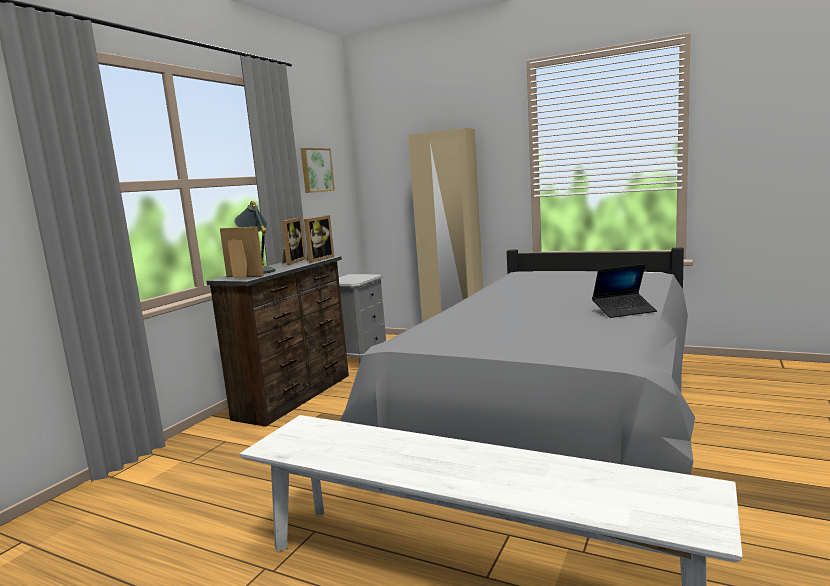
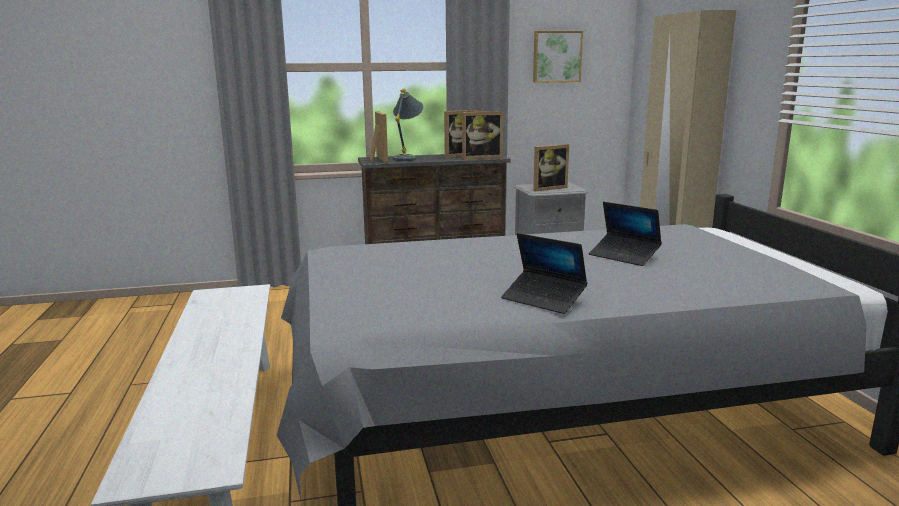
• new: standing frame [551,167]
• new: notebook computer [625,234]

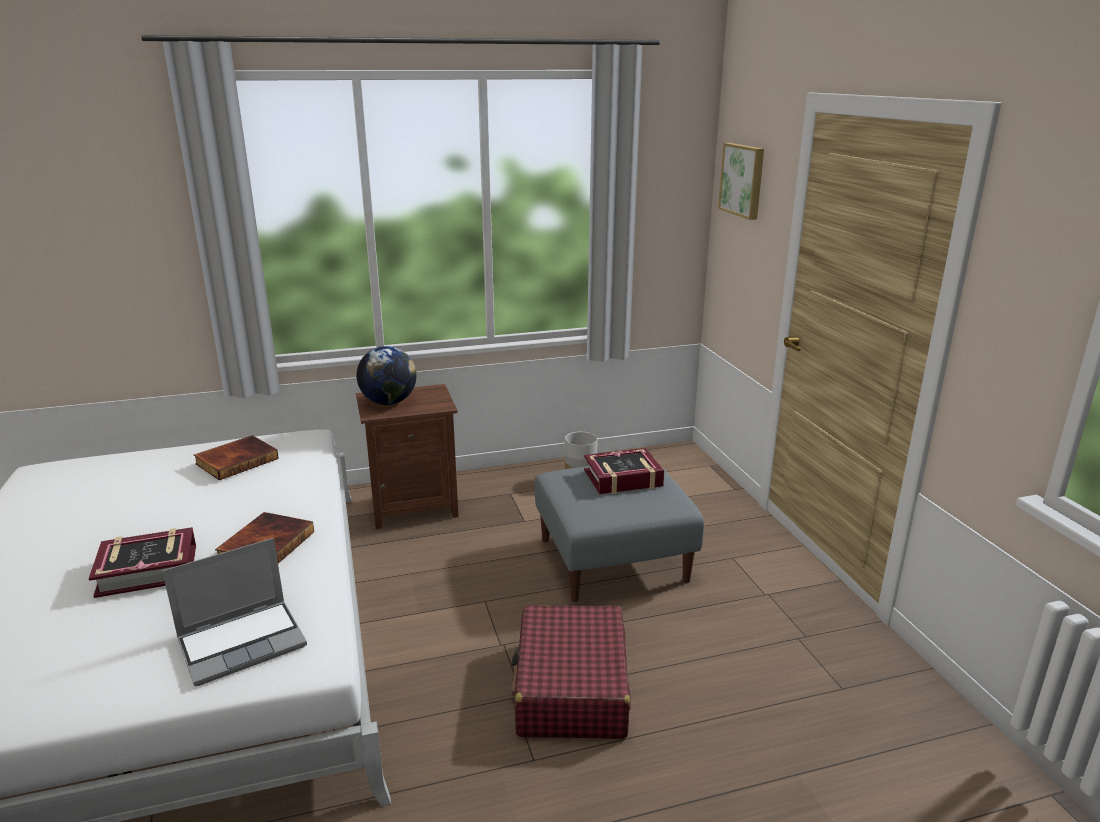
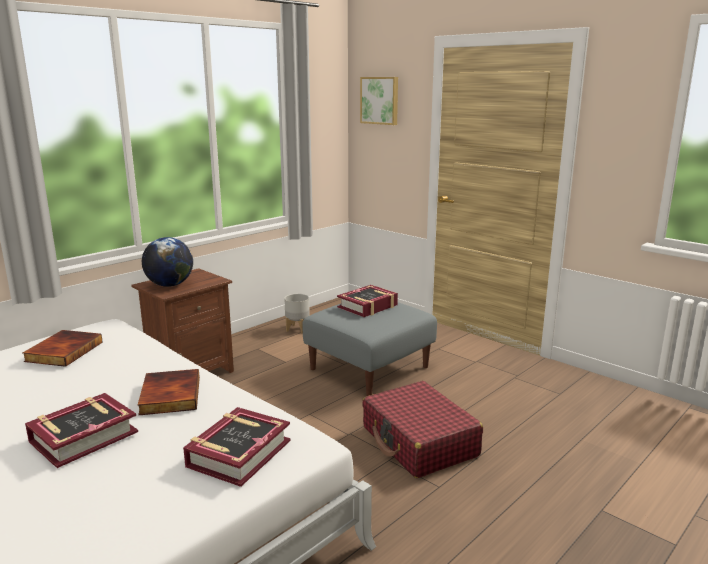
• swapped: notebook computer [234,612] to bound book [237,447]

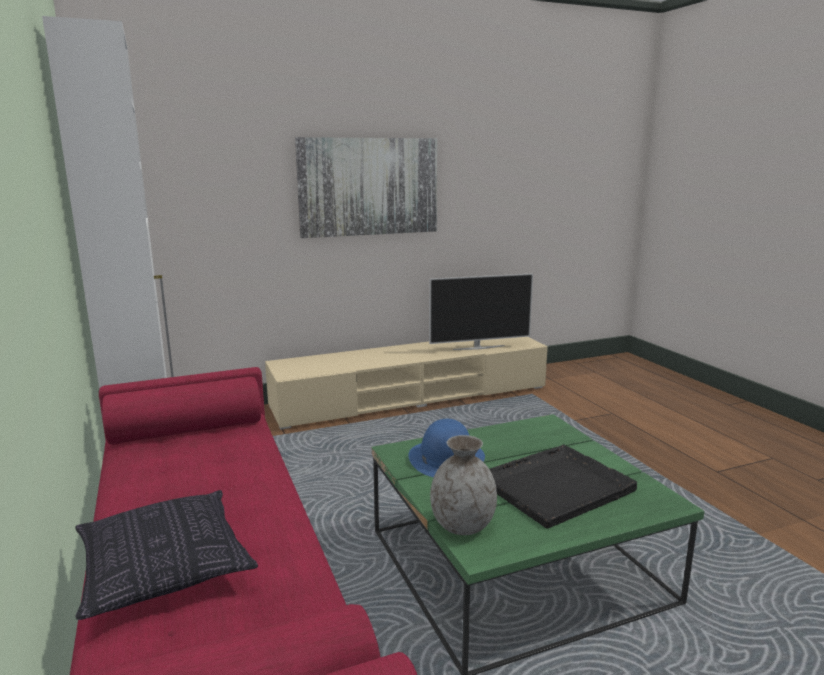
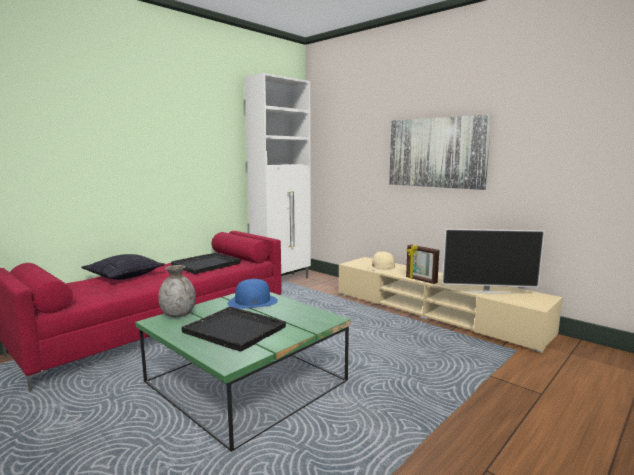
• rotated: TV [481,311] = [493,261] 45 degrees counterclockwise
• new: standing frame [422,264]
• new: beige wearable hat [383,262]
• new: blackish serving tray [206,263]

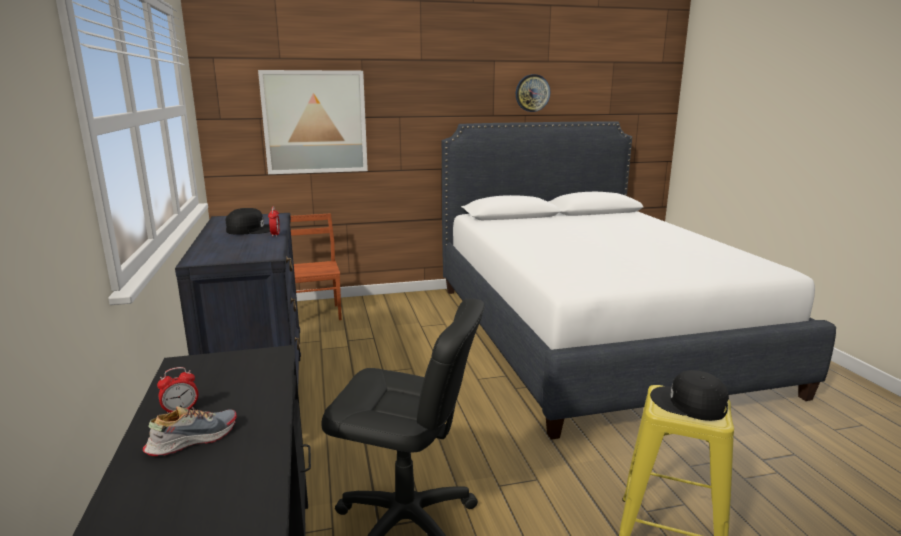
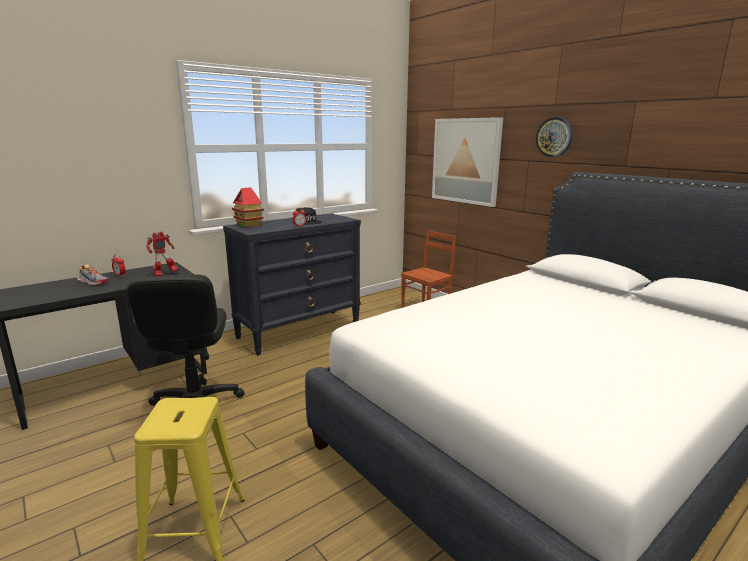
• shifted: clock on the wall [533,93] to [554,137]
• gone: blackish peaked cap [689,395]
• new: toy house [248,207]
• new: toy robot [162,253]

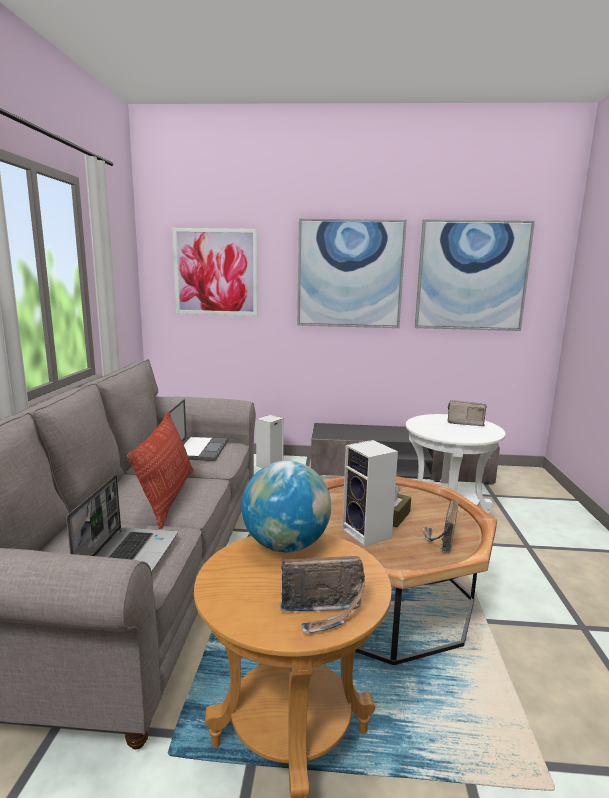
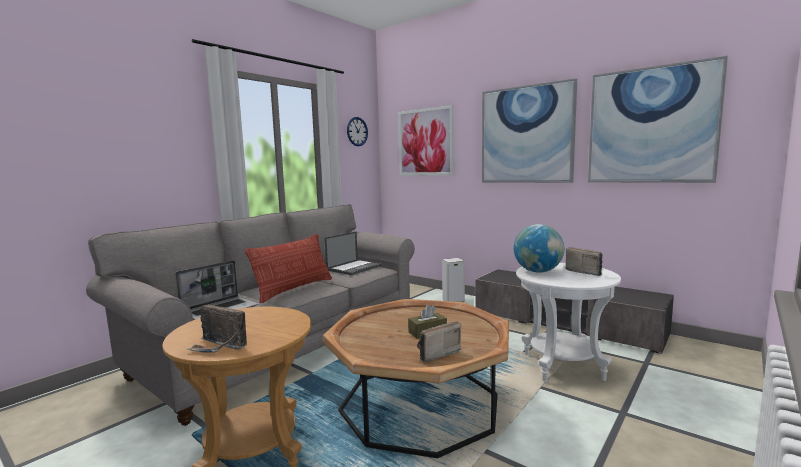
• gone: audio speaker [370,493]
• shifted: globe [286,506] to [539,248]
• new: clock on the wall [357,131]

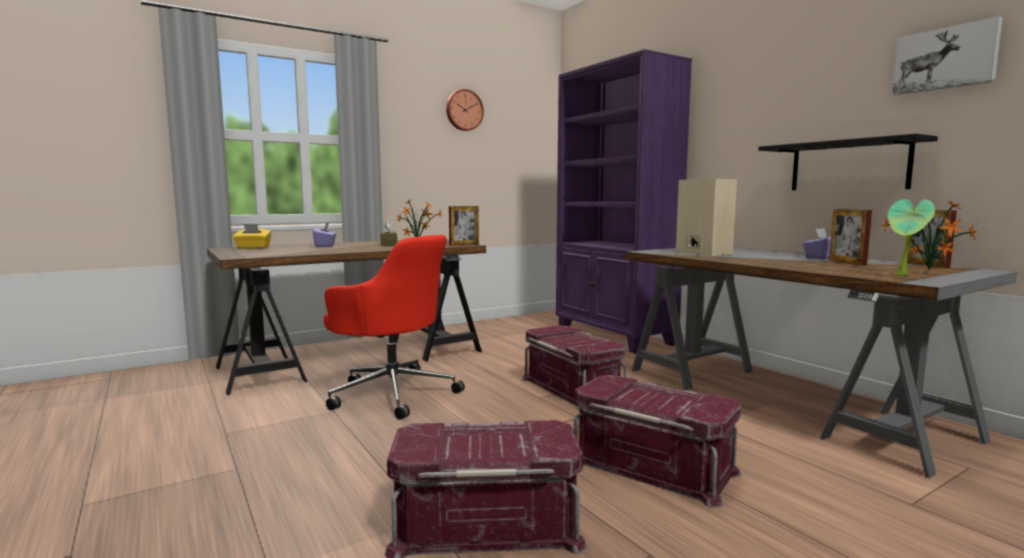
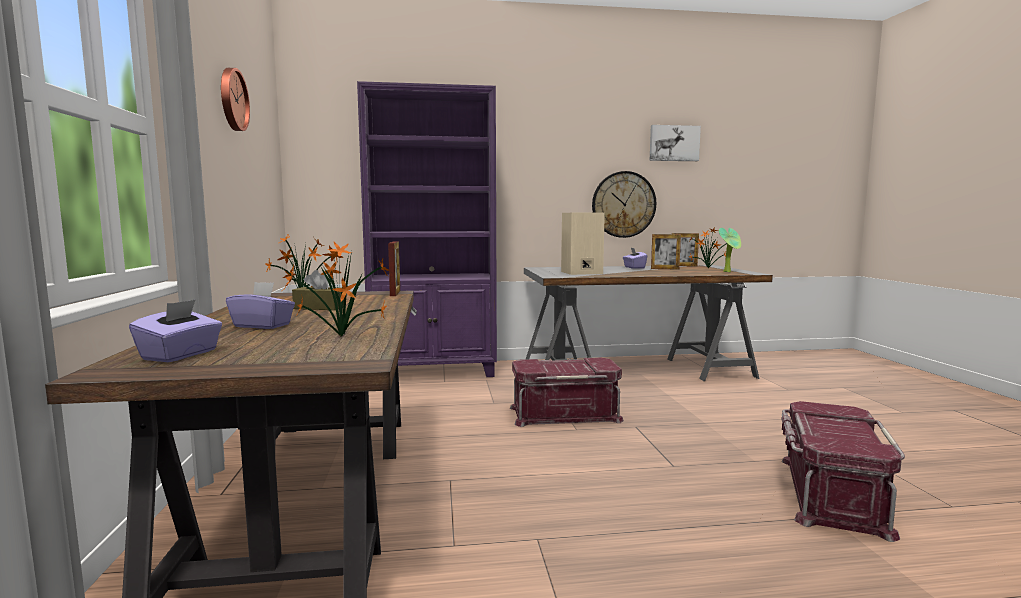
• swapped: blackish shelf [848,162] to clock on the wall [624,204]
• repainted: yellow-coloured box of tissues [252,236] to purple box of tissues [175,330]
• gone: red-coloured desk chair [394,327]
• gone: red-coloured storage box [658,441]
• new: plant in a pot [336,289]

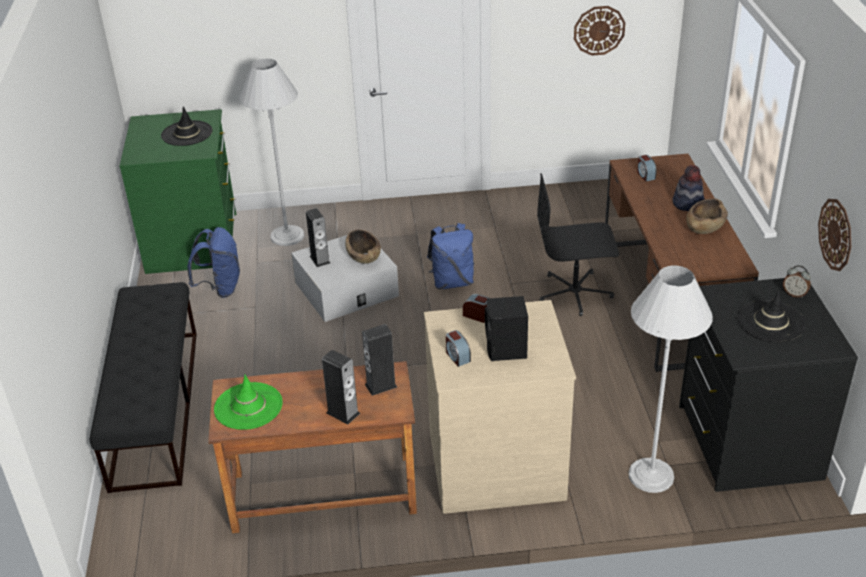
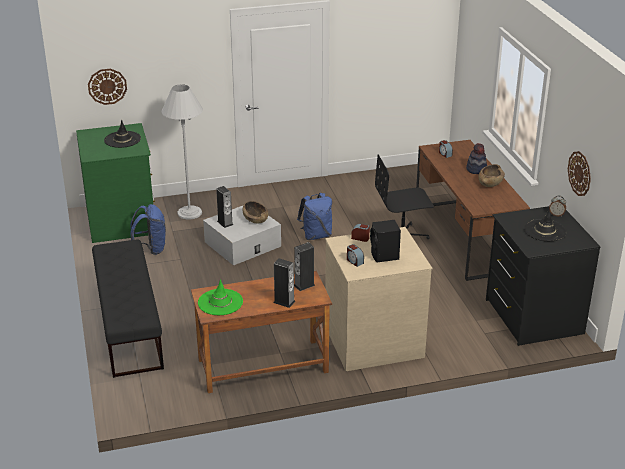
• shifted: clock on the wall [599,31] to [107,87]
• gone: white standard lamp [671,379]

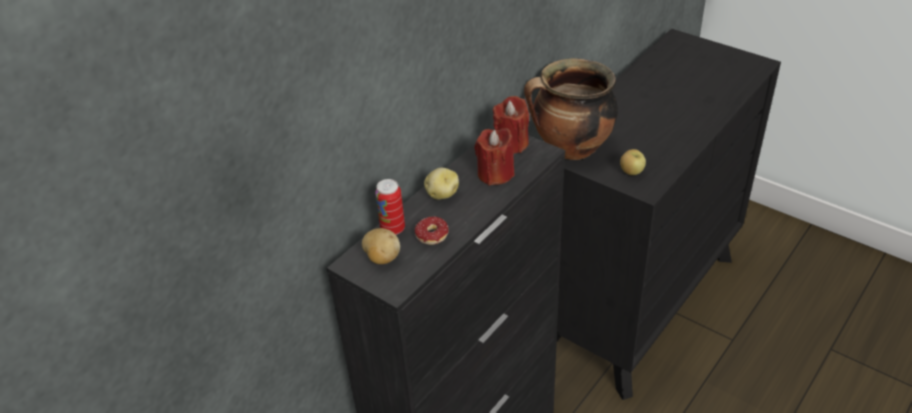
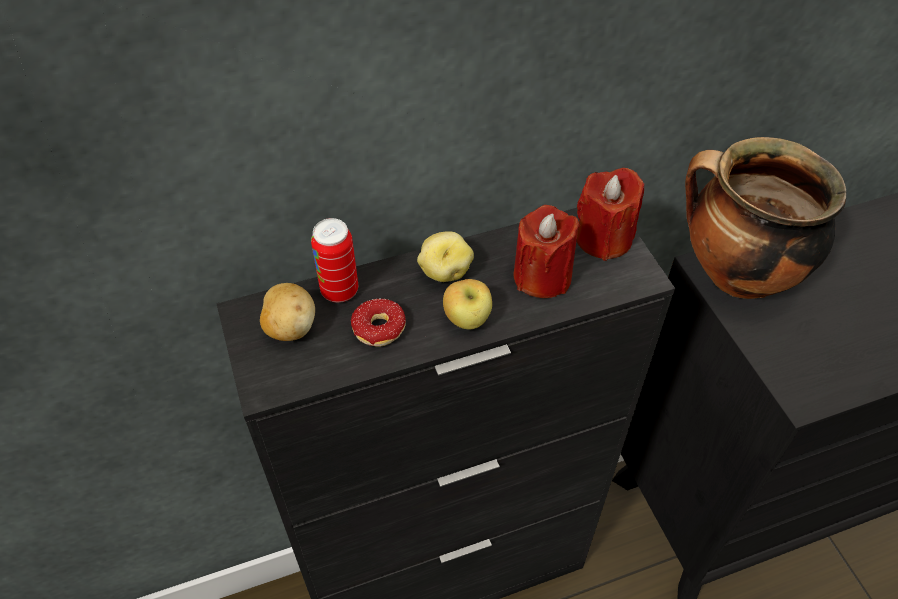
• shifted: apple [633,162] to [467,304]

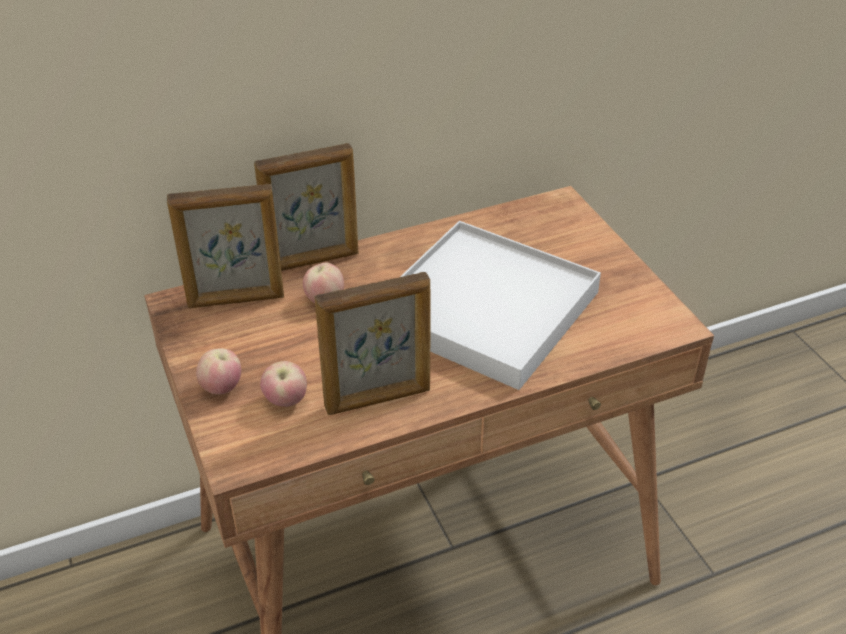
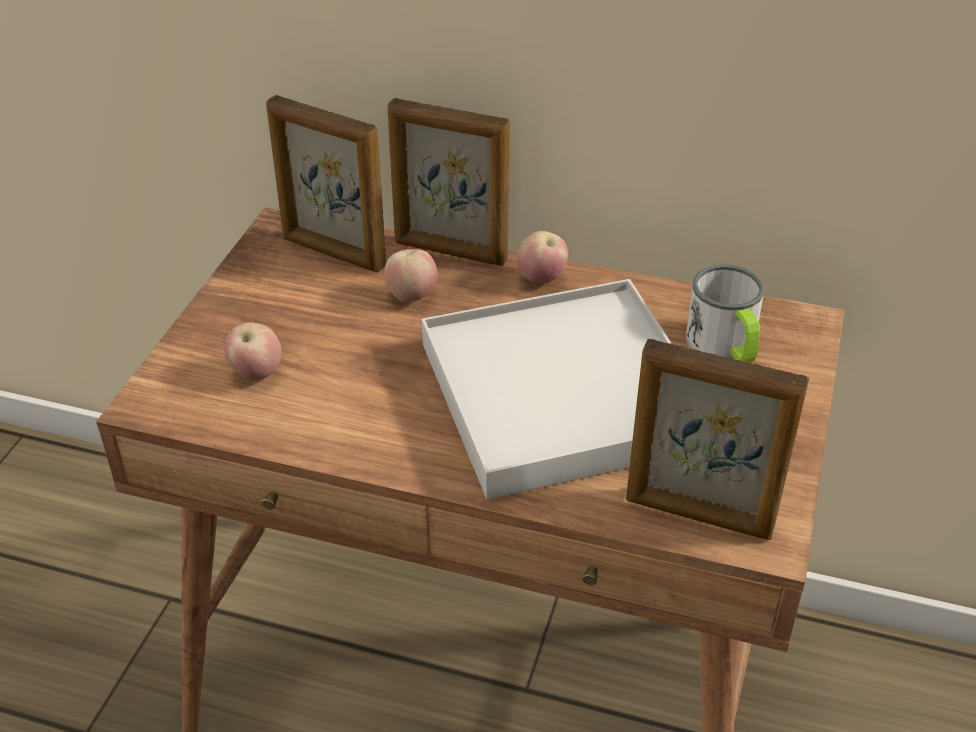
• shifted: standing frame [373,343] to [717,439]
• shifted: apple [218,371] to [542,257]
• new: tea mug [725,313]

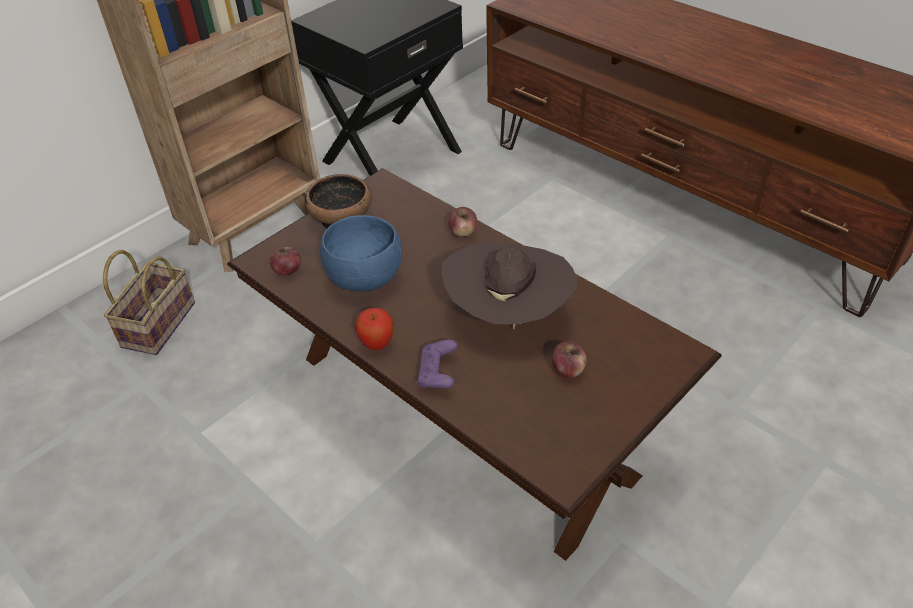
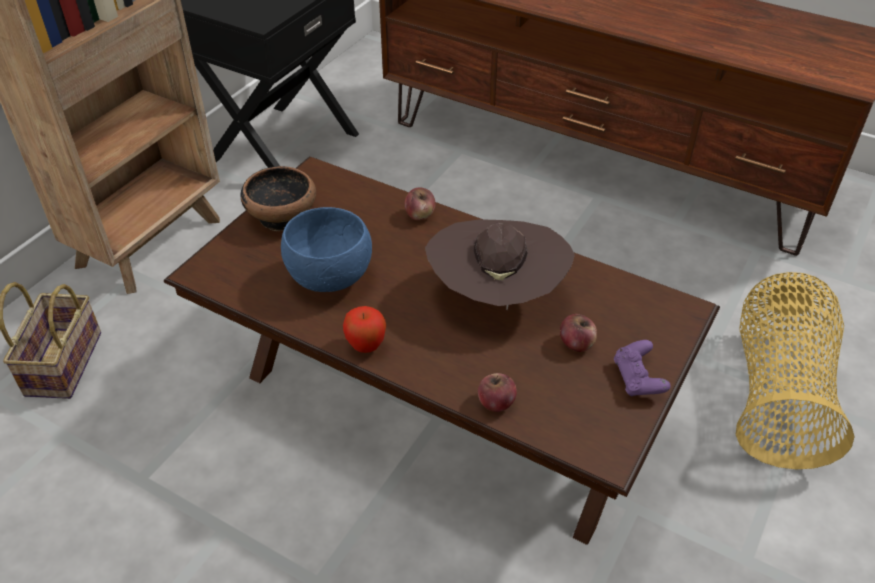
• shifted: apple [285,261] to [497,392]
• shifted: purple gamepad [437,364] to [642,368]
• new: household basket [795,370]

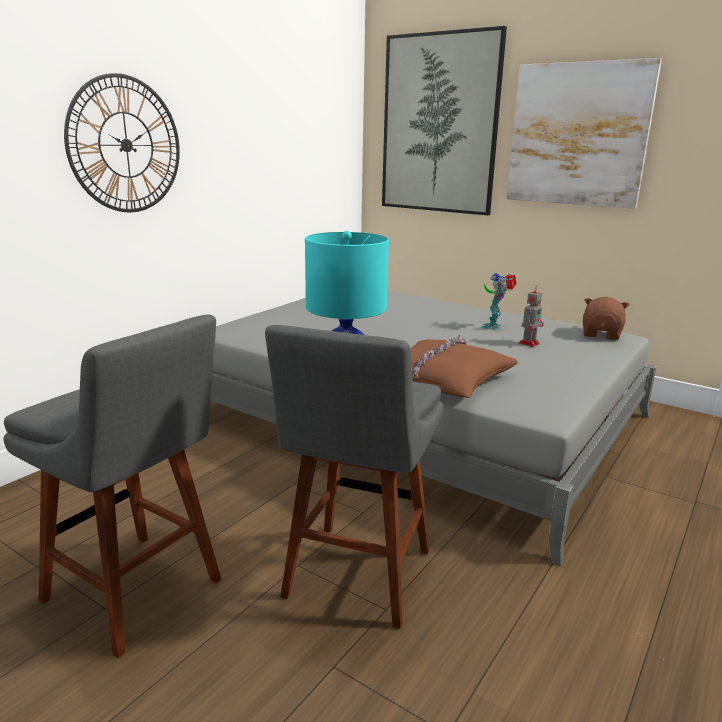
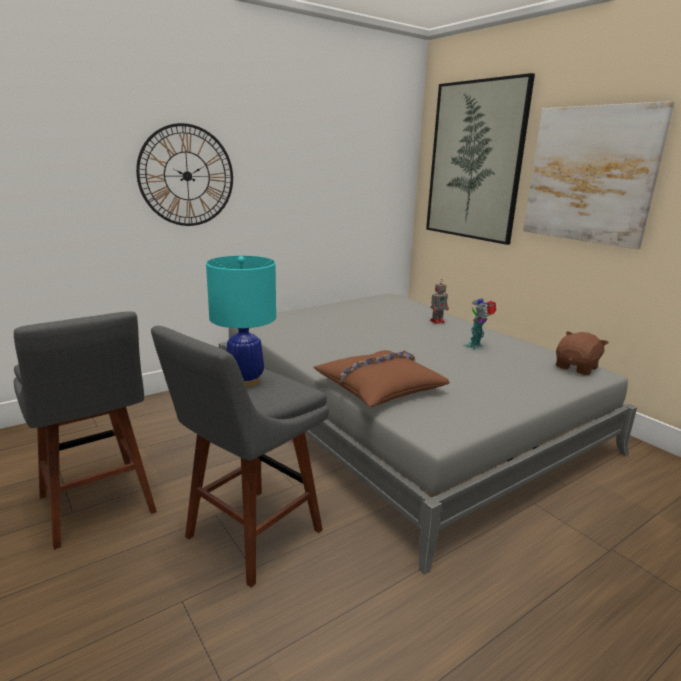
• shifted: toy robot [531,316] to [439,302]

